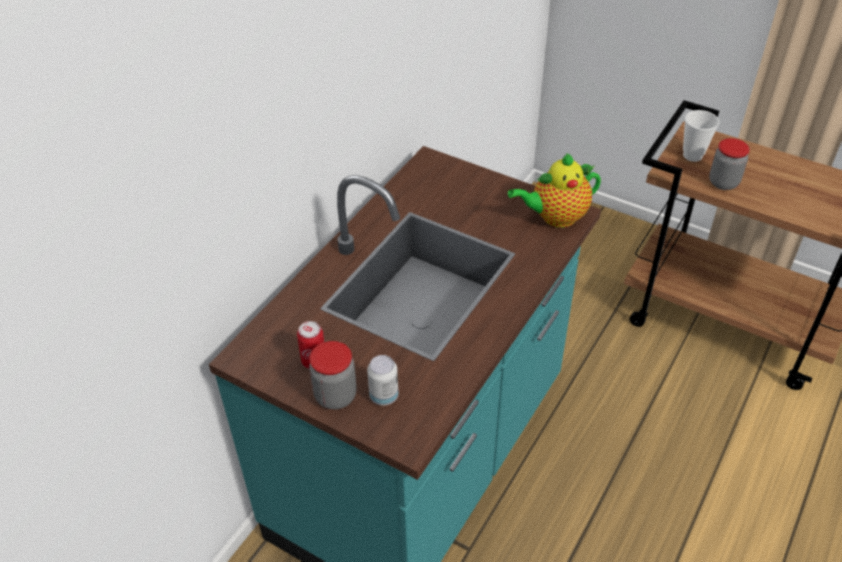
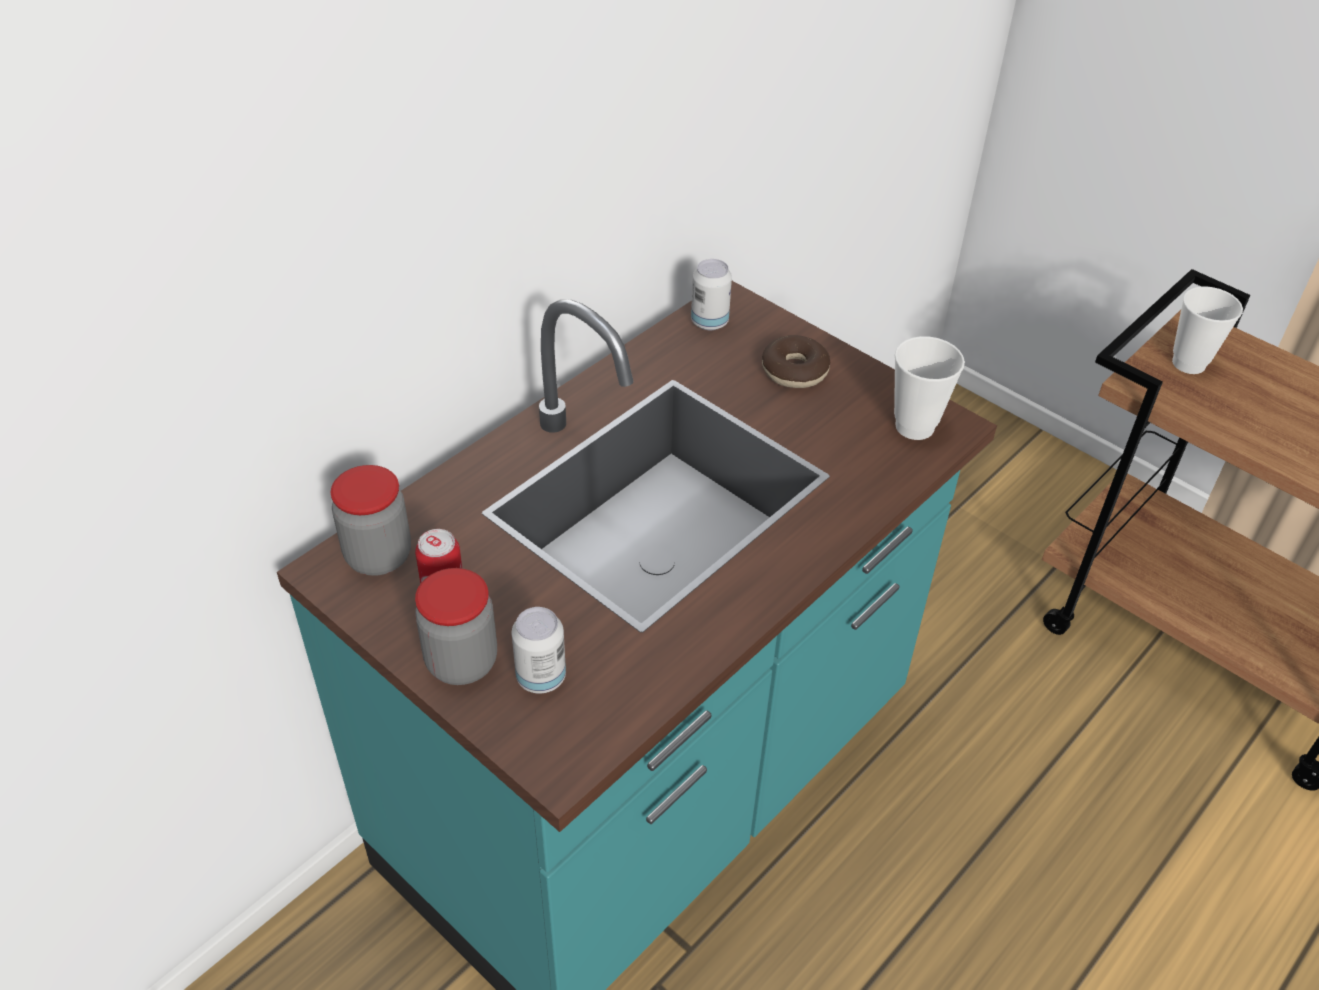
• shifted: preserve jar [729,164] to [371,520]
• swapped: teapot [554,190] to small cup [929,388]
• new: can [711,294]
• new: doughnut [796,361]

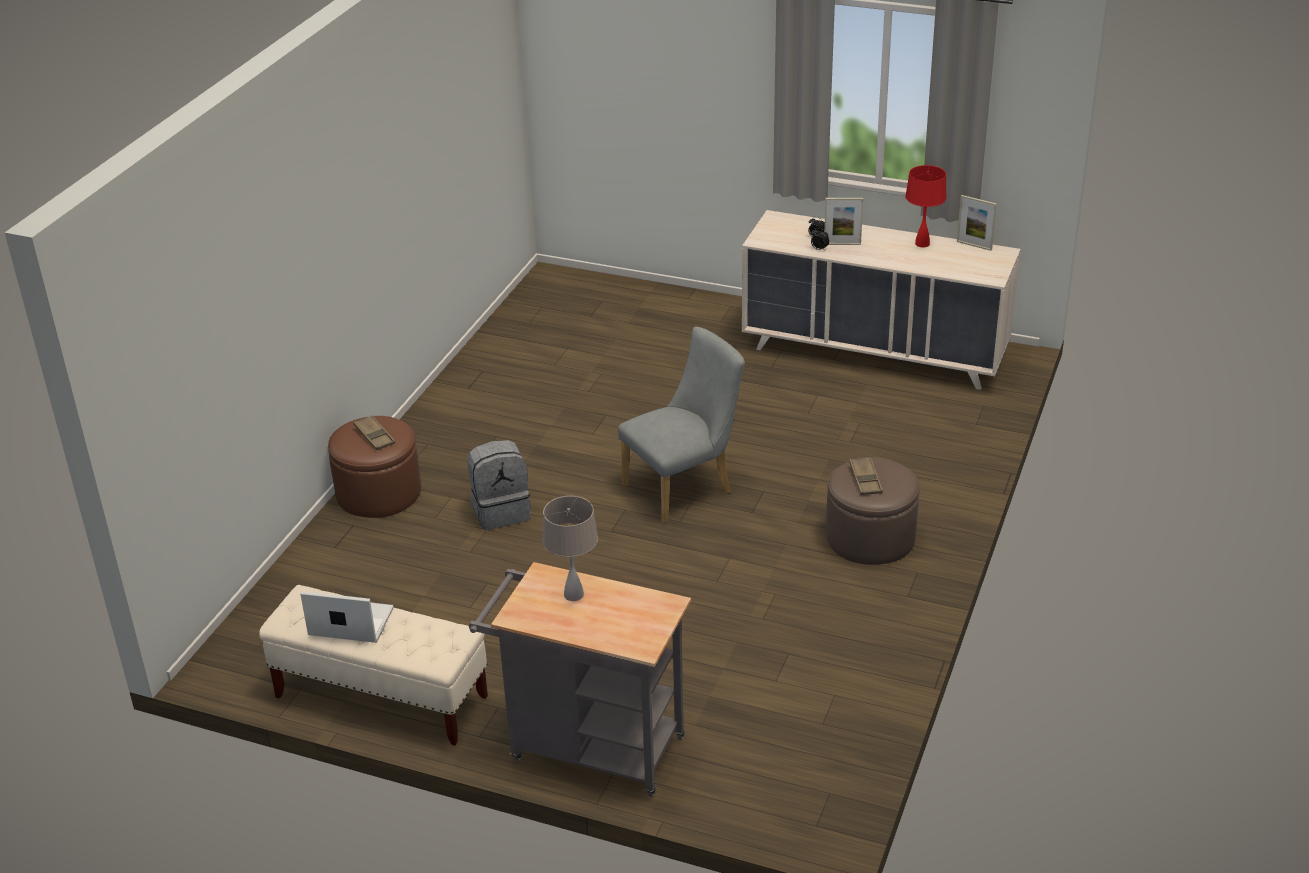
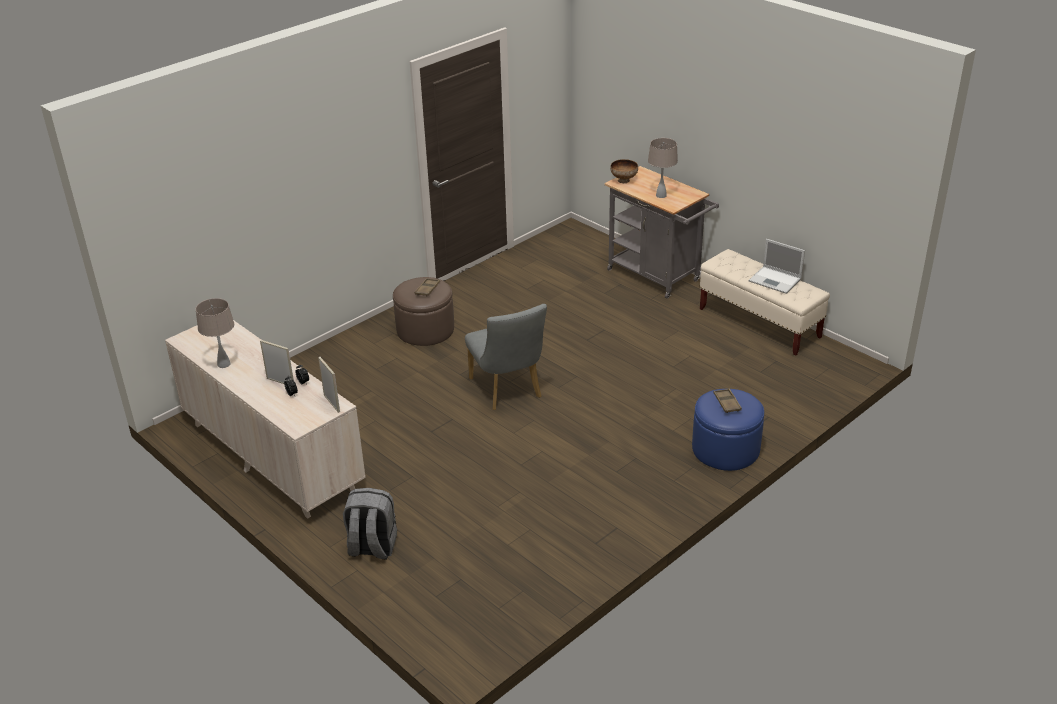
• repainted: red-coloured table lamp [926,206] to beige table lamp [214,333]
• shifted: standing frame [977,223] to [329,385]
• rotated: grey upright chair [681,425] = [506,357] 105 degrees counterclockwise
• repainted: brown-coloured ottoman [374,467] to blue-coloured ottoman [728,430]
• shifted: grey knapsack [499,485] to [370,523]
• new: serving bowl [624,171]

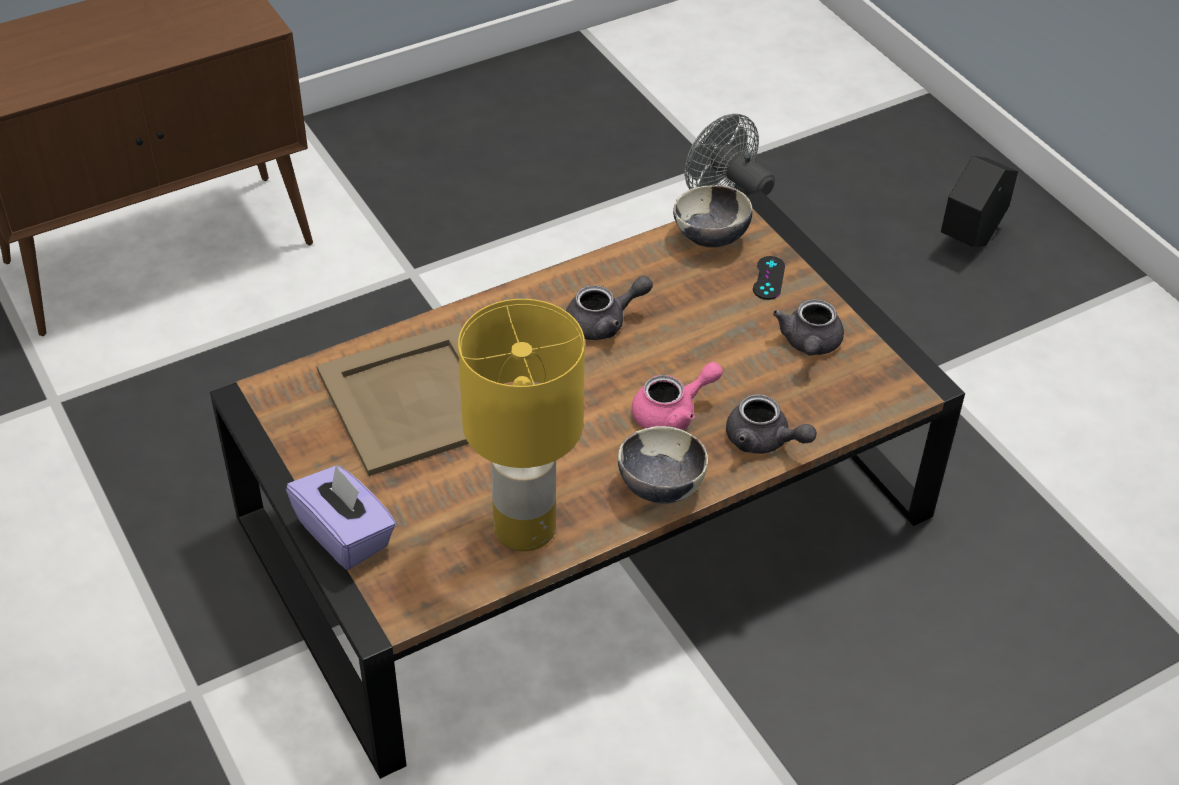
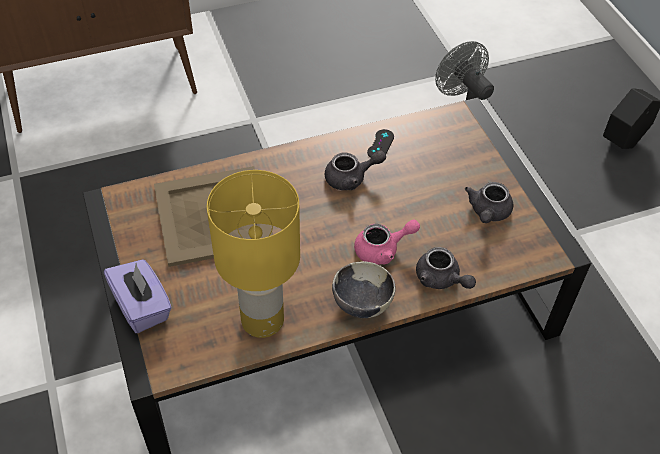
• gone: serving bowl [713,216]
• shifted: blackish gamepad [769,278] to [380,143]

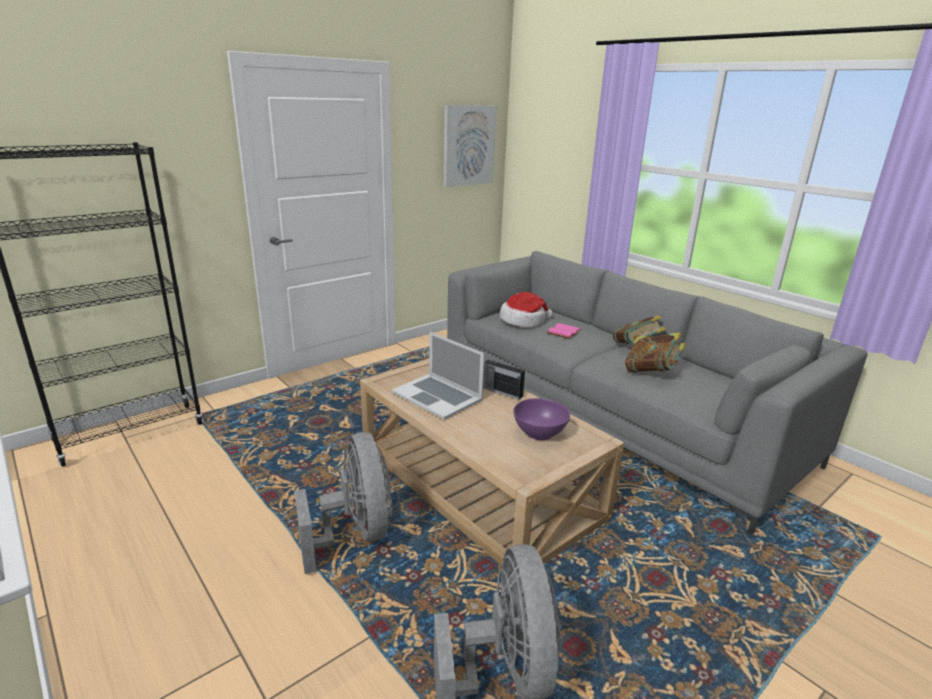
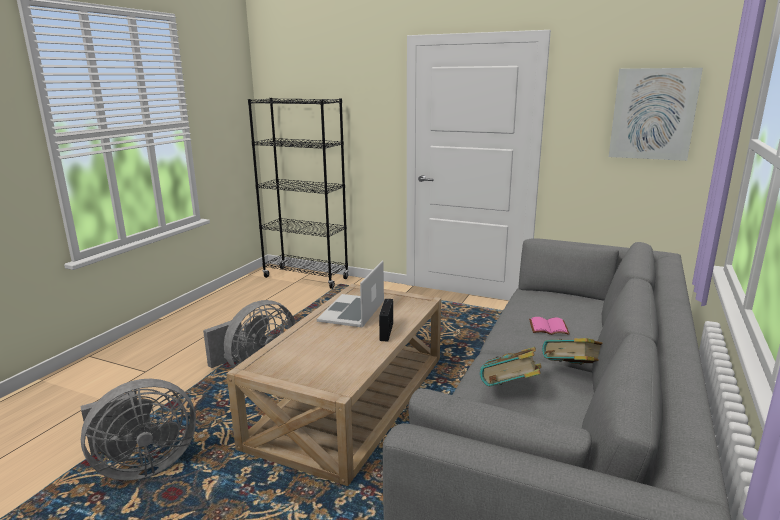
• gone: wearable hat [526,309]
• gone: purple serving bowl [541,419]

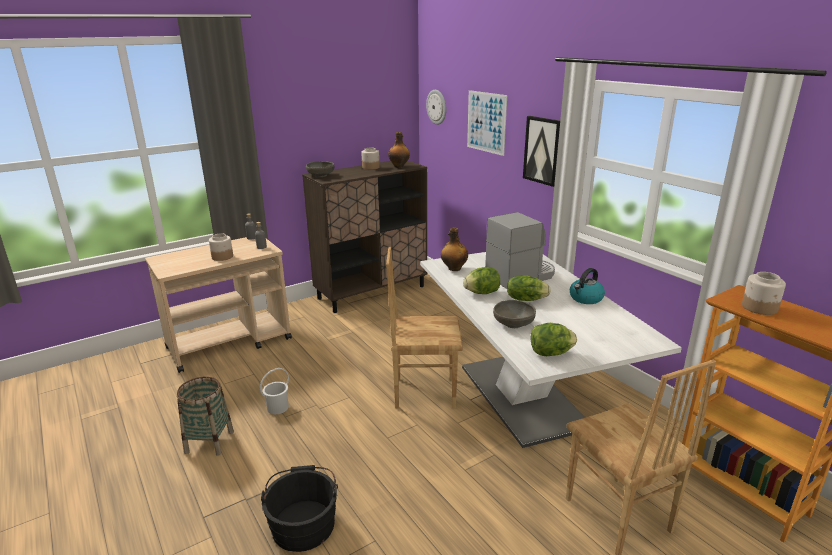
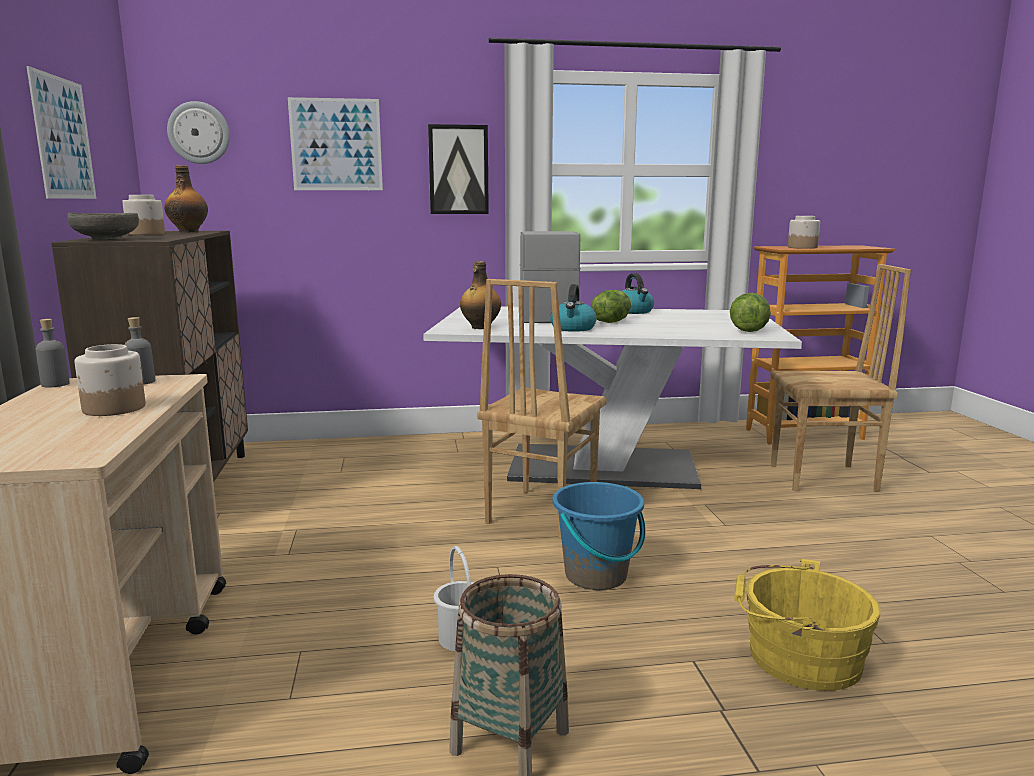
• swapped: head of lettuce [481,280] to tea kettle [573,308]
• gone: grey serving bowl [514,314]
• repainted: blackish water bucket [299,508] to yellow-coloured water bucket [807,625]
• new: picture [61,132]
• new: blue-coloured water bucket [599,536]

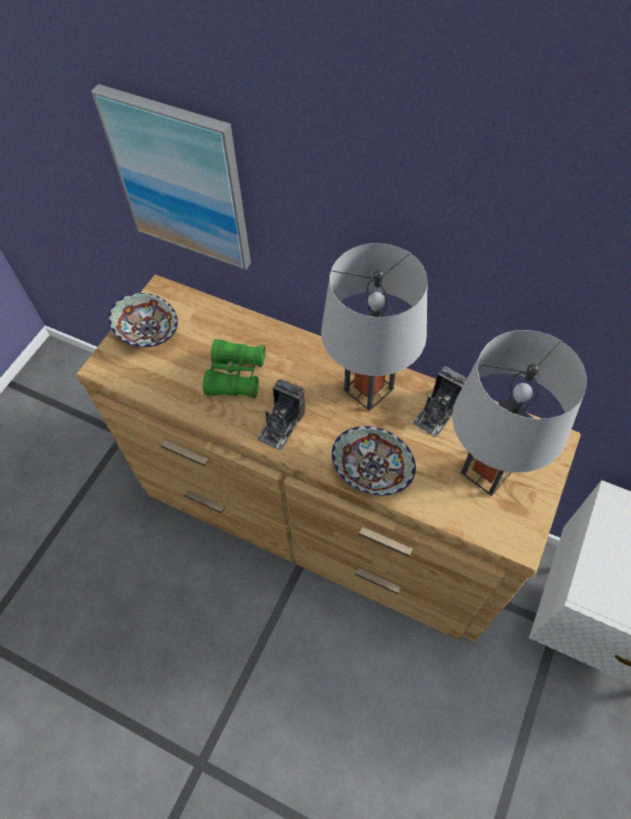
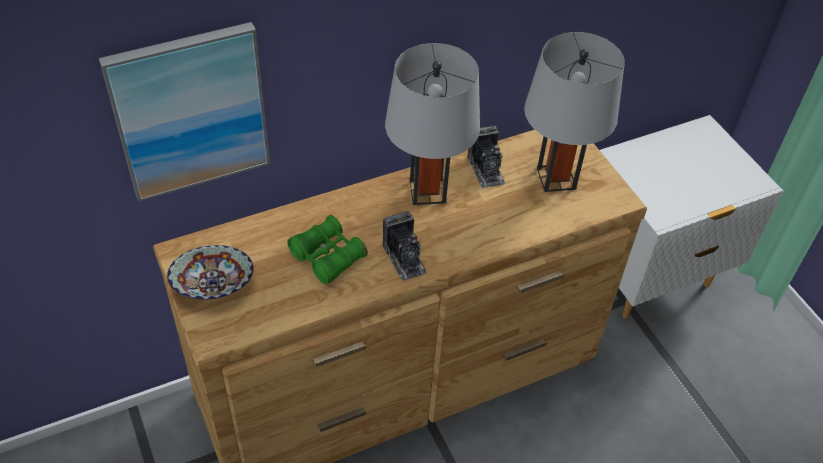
• gone: serving bowl [374,461]

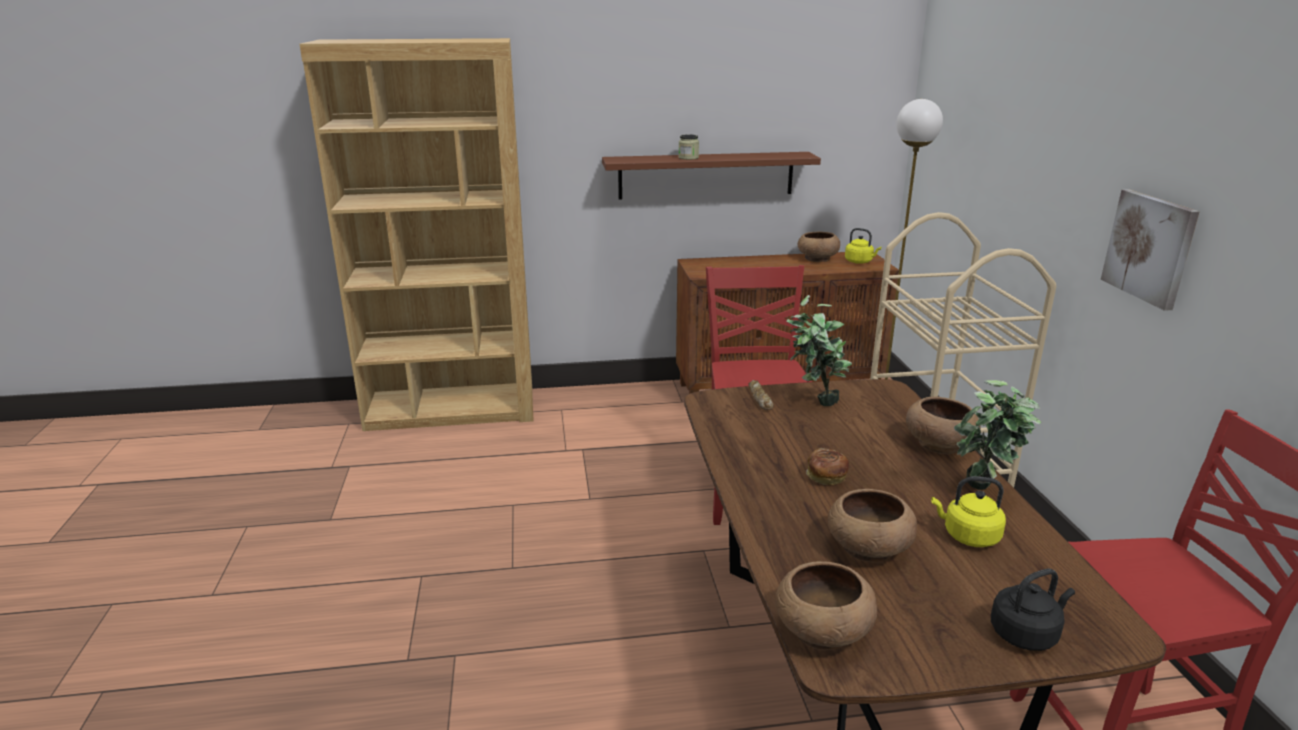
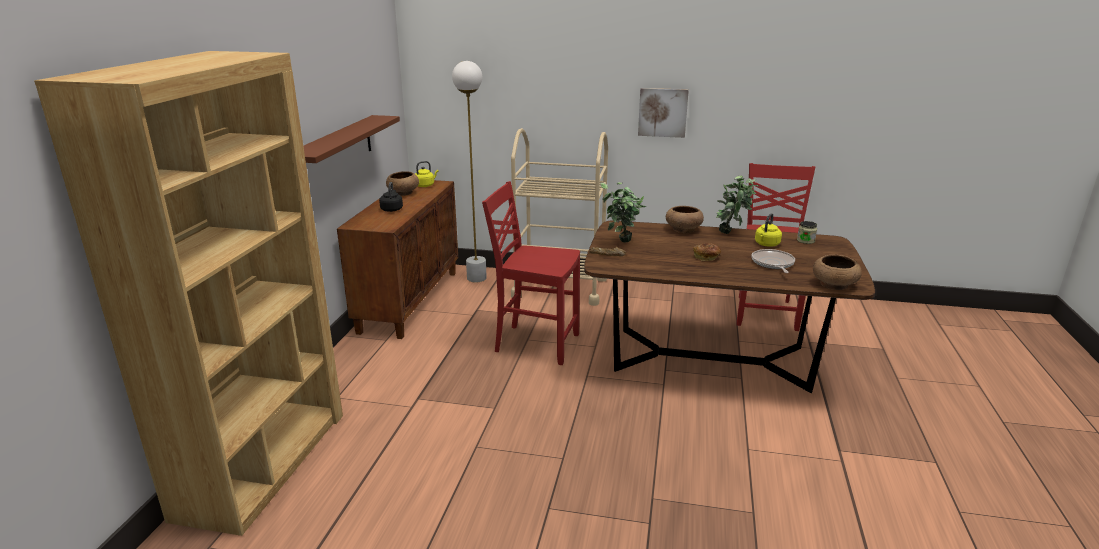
• shifted: preserve jar [689,147] to [807,232]
• swapped: brown-coloured serving bowl [872,525] to frying pan [773,261]
• shifted: blackish tea kettle [1033,610] to [391,197]

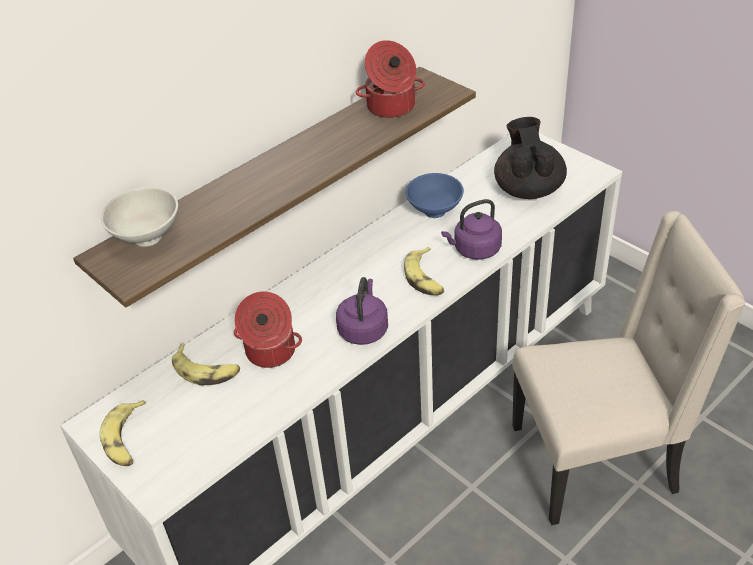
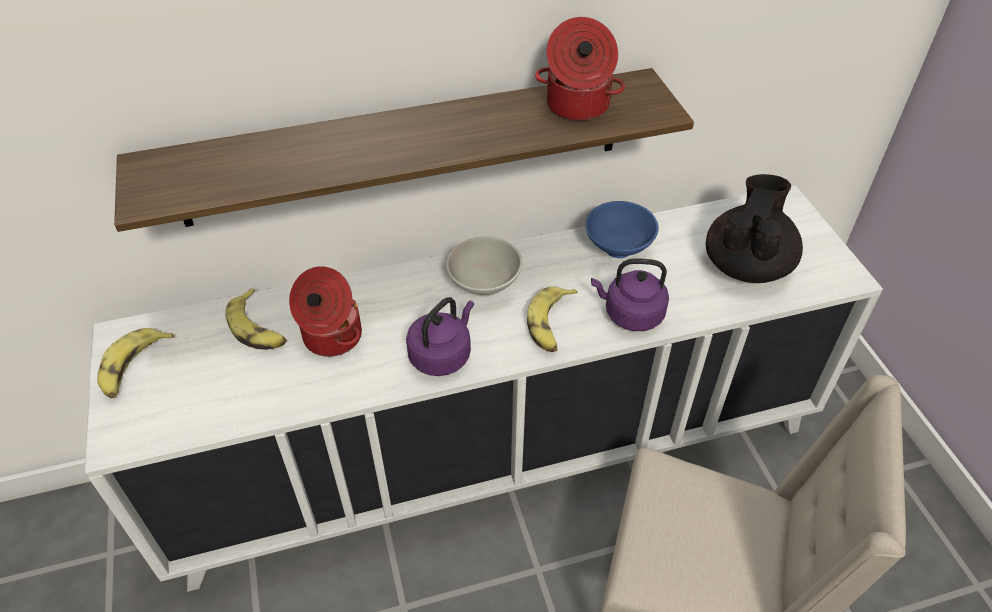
• shifted: white serving bowl [139,217] to [484,266]

